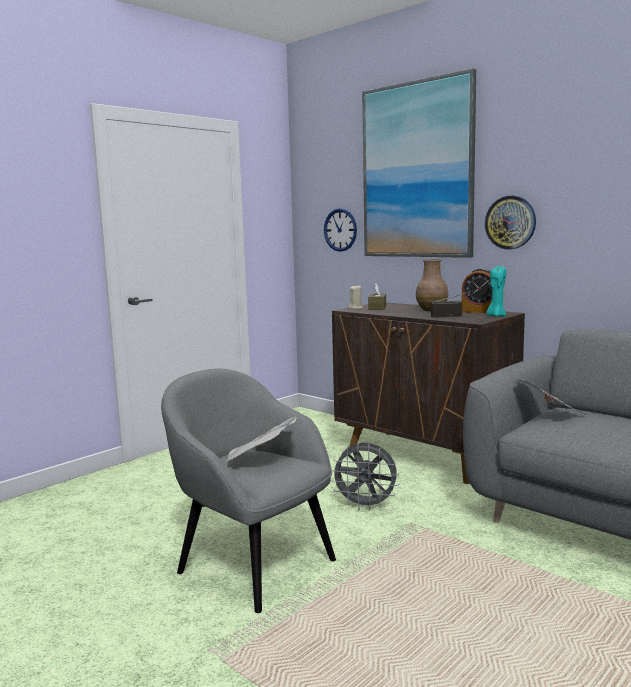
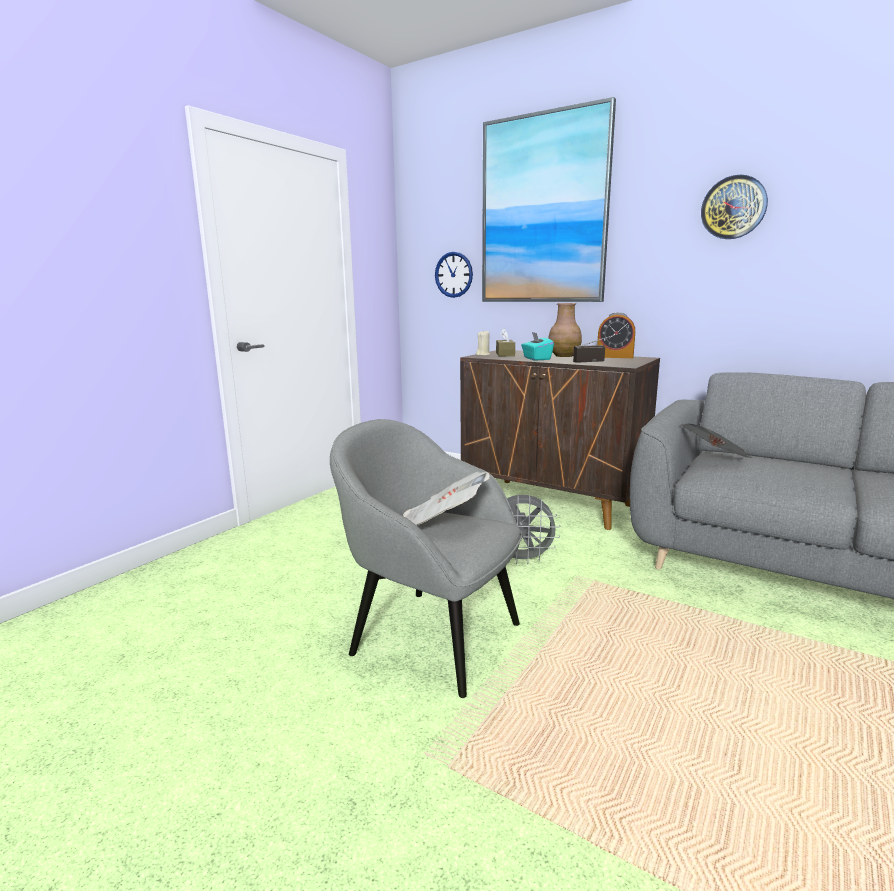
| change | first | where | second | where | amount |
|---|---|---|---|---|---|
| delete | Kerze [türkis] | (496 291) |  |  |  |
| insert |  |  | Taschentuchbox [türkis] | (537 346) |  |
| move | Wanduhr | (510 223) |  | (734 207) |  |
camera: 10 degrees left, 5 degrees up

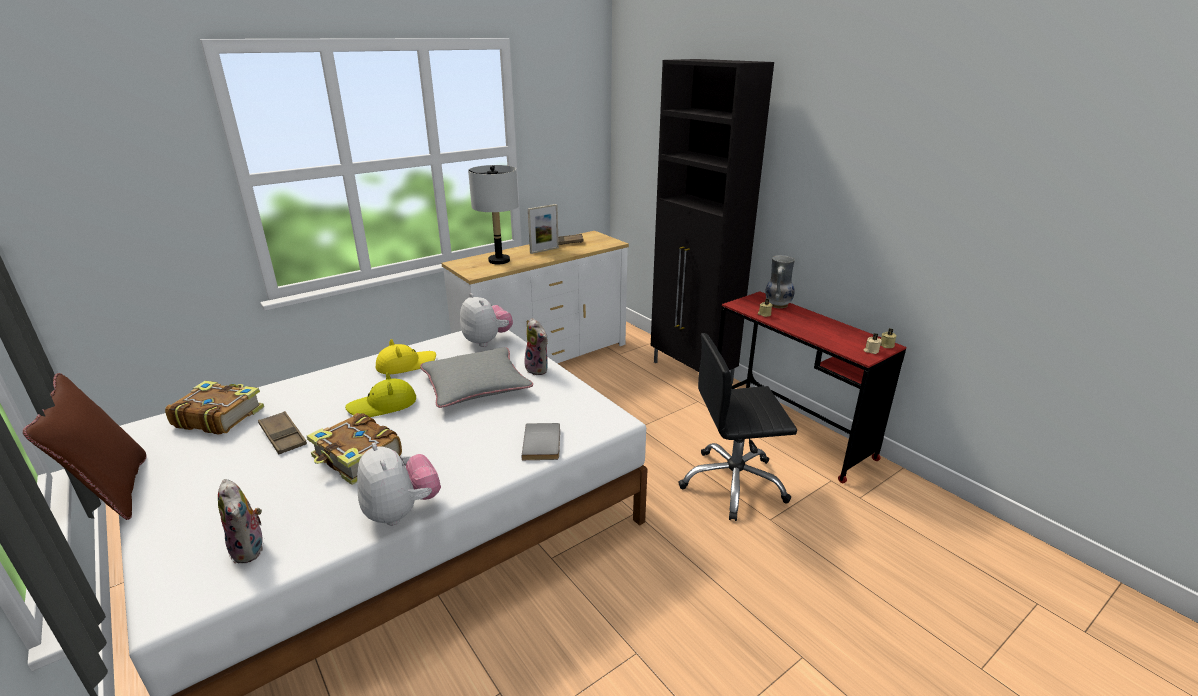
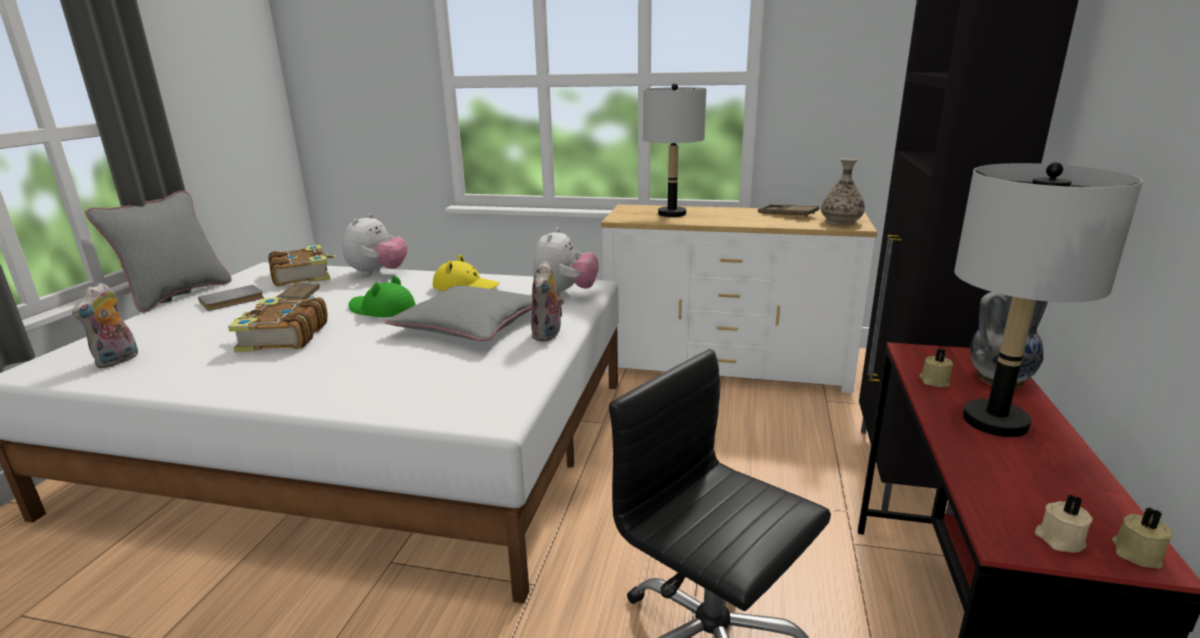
| change | first | where | second | where | amount |
|---|---|---|---|---|---|
| delete | Bilderrahmen | (543 229) |  |  |  |
| insert |  |  | Vase | (843 192) |  |
| insert |  |  | Tischlampe [grau] | (1048 299) |  |
| move | Plüschtier | (399 484) |  | (375 244) |  |
| move | Buch [grau] | (540 441) |  | (231 298) |  |
| recolor | Kissen [braun] | (85 446) | Kissen [grau] | (158 252) |  |
| recolor | Hut [gelb] | (380 395) | Hut [grün] | (382 296) |  |
camera: 50 degrees right, 5 degrees down

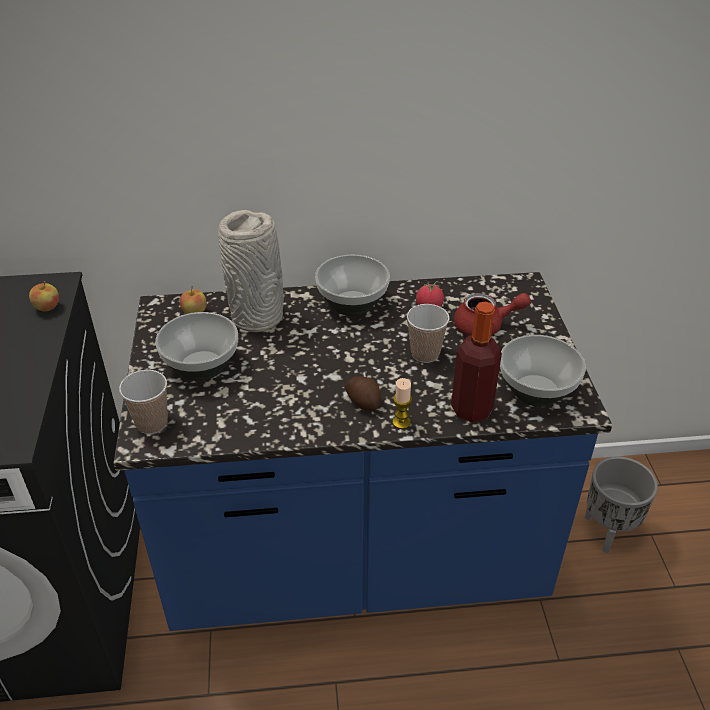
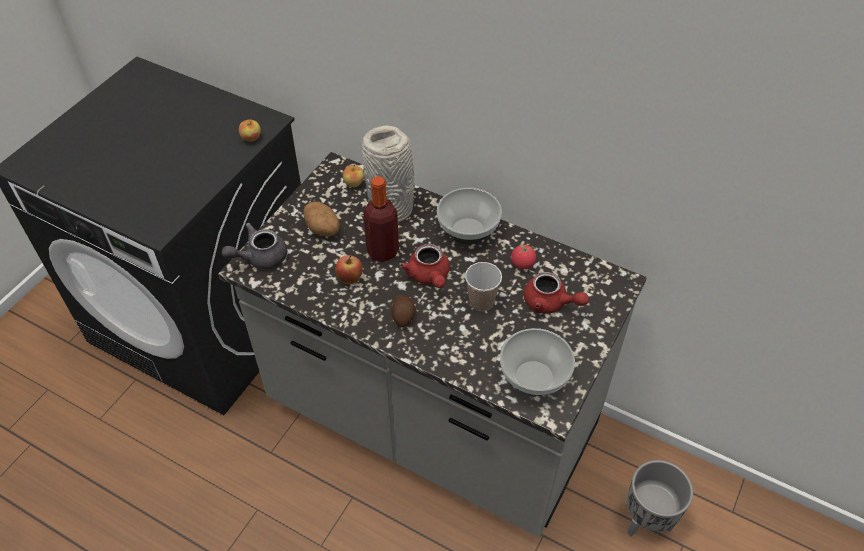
| change | first | where | second | where | amount |
|---|---|---|---|---|---|
| delete | Kerze | (402 403) |  |  |  |
| insert |  |  | Apfel | (349 269) |  |
| insert |  |  | Teekanne [rot] | (425 266) |  |
| move | Flasche | (476 361) |  | (381 219) |  |
| replace | Tasse | (143 402) | Teekanne [grau] | (254 246) |  |
| replace | Schüssel | (196 346) | Kartoffel | (321 219) |  |
| recolor | Küchenzeile [blau] | (362 451) | Küchenzeile [grau] | (432 344) |  |
camera: 35 degrees right, 10 degrees up

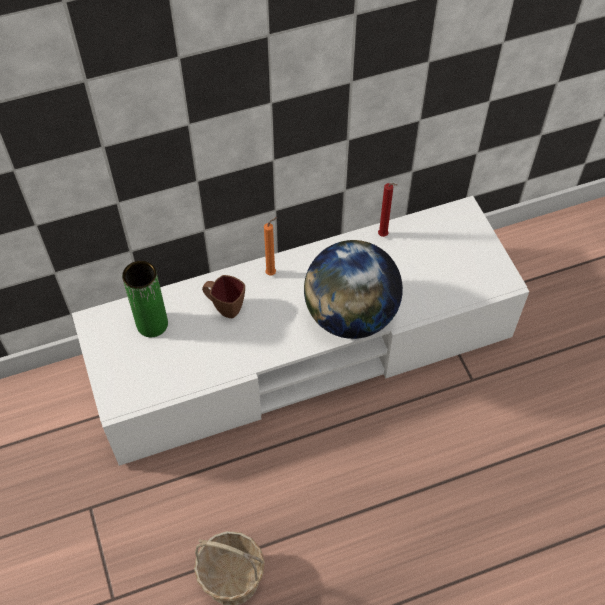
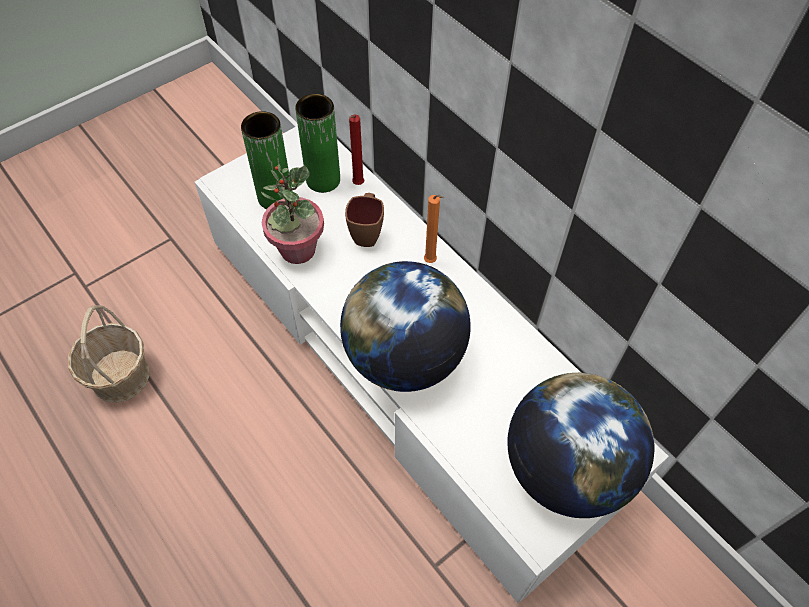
| change | first | where | second | where | amount |
|---|---|---|---|---|---|
| insert |  |  | Vase [grün] | (266 160) |  |
| insert |  |  | Topfpflanze | (292 214) |  |
| insert |  |  | Globus | (581 445) |  |
| move | Kerze [rot] | (387 210) |  | (356 150) |  |
camera: 70 degrees right, 0 degrees up

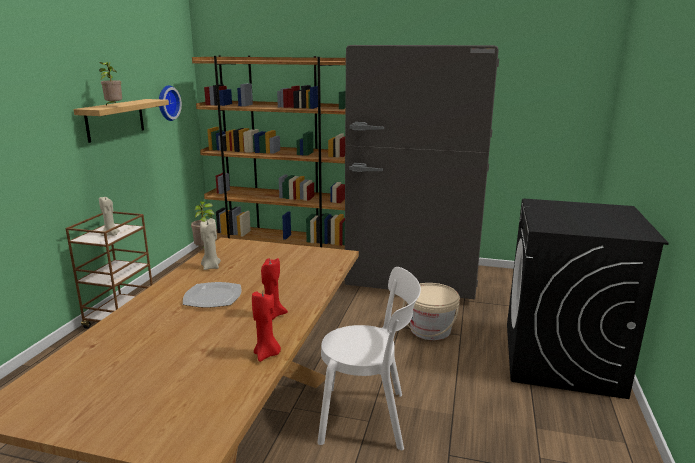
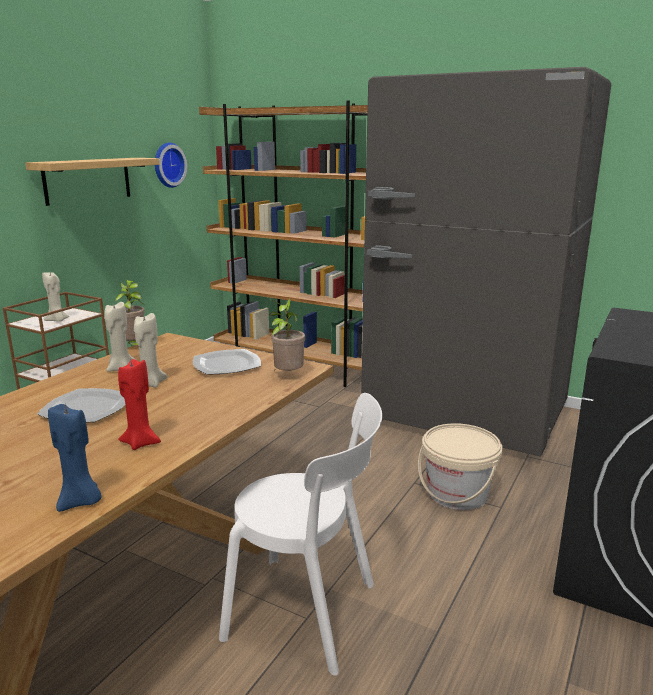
| change | first | where | second | where | amount |
|---|---|---|---|---|---|
| insert |  |  | Kerze [beige] | (151 350) |  |
| insert |  |  | Teller | (227 362) |  |
| move | Topfpflanze | (110 84) |  | (287 334) |  |
| recolor | Kerze [rot] | (266 326) | Kerze [blau] | (75 458) |  |
camera: 15 degrees right, 0 degrees up

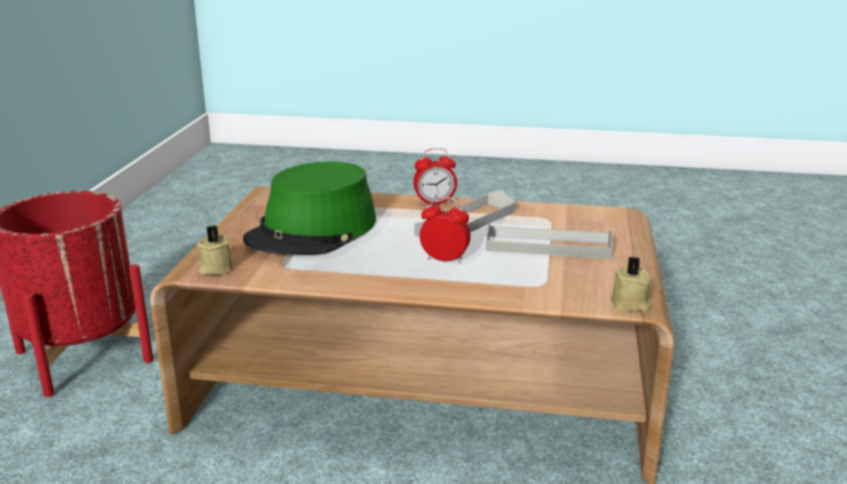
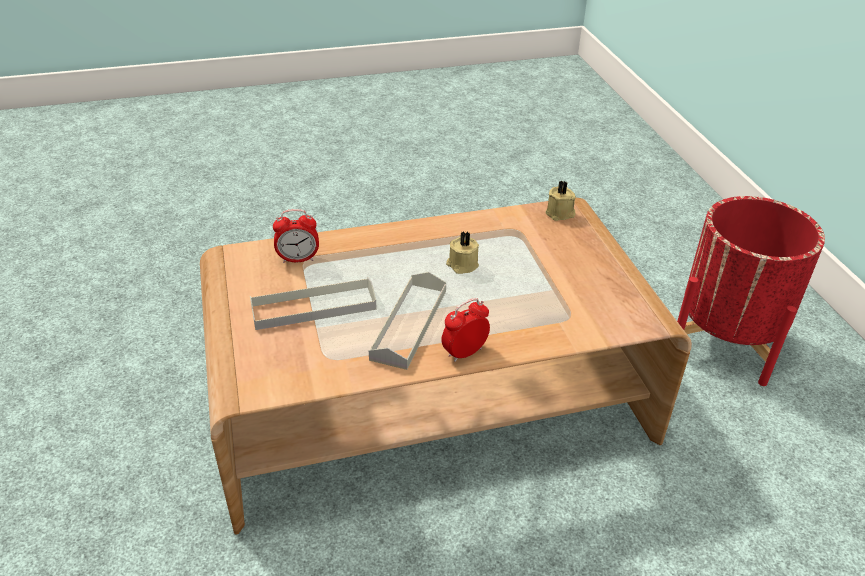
| change | first | where | second | where | amount |
|---|---|---|---|---|---|
| delete | Hut [grün] | (309 208) |  |  |  |
| move | Wecker | (445 229) |  | (296 236) |  |
| move | Kerze [beige] | (631 283) |  | (462 252) |  |
camera: 155 degrees right, 15 degrees up

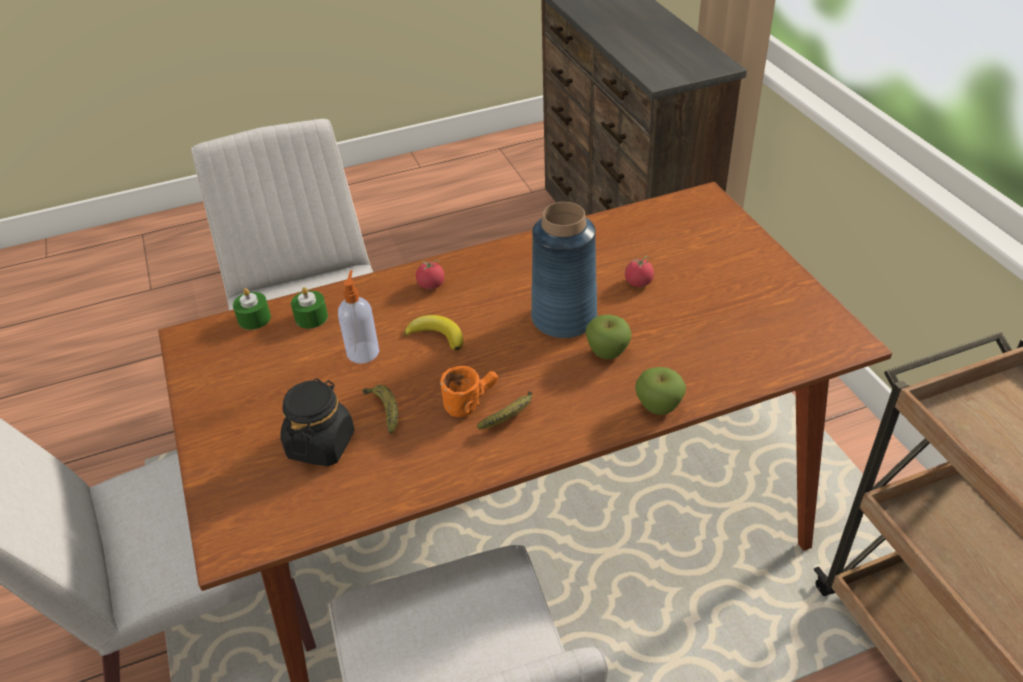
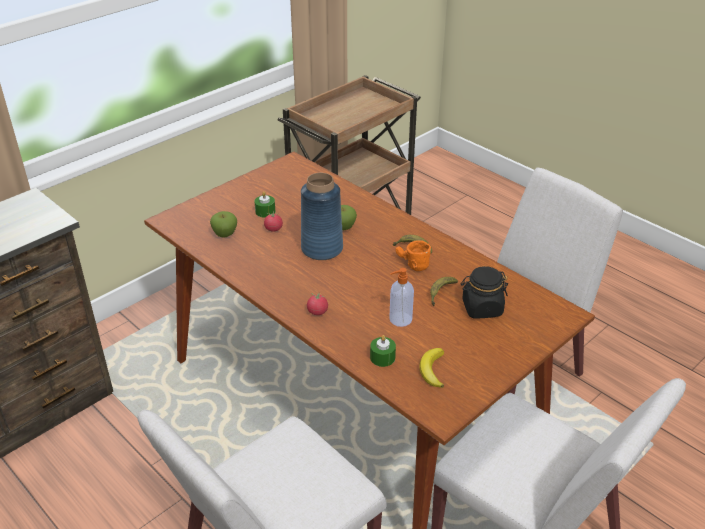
| change | first | where | second | where | amount |
|---|---|---|---|---|---|
| move | Kerze [grün] | (252 309) |  | (264 204) |  |
| move | Banane | (434 333) |  | (432 368) |  |
| move | Apfel | (660 391) |  | (223 224) |  |
camera: 115 degrees left, 5 degrees down

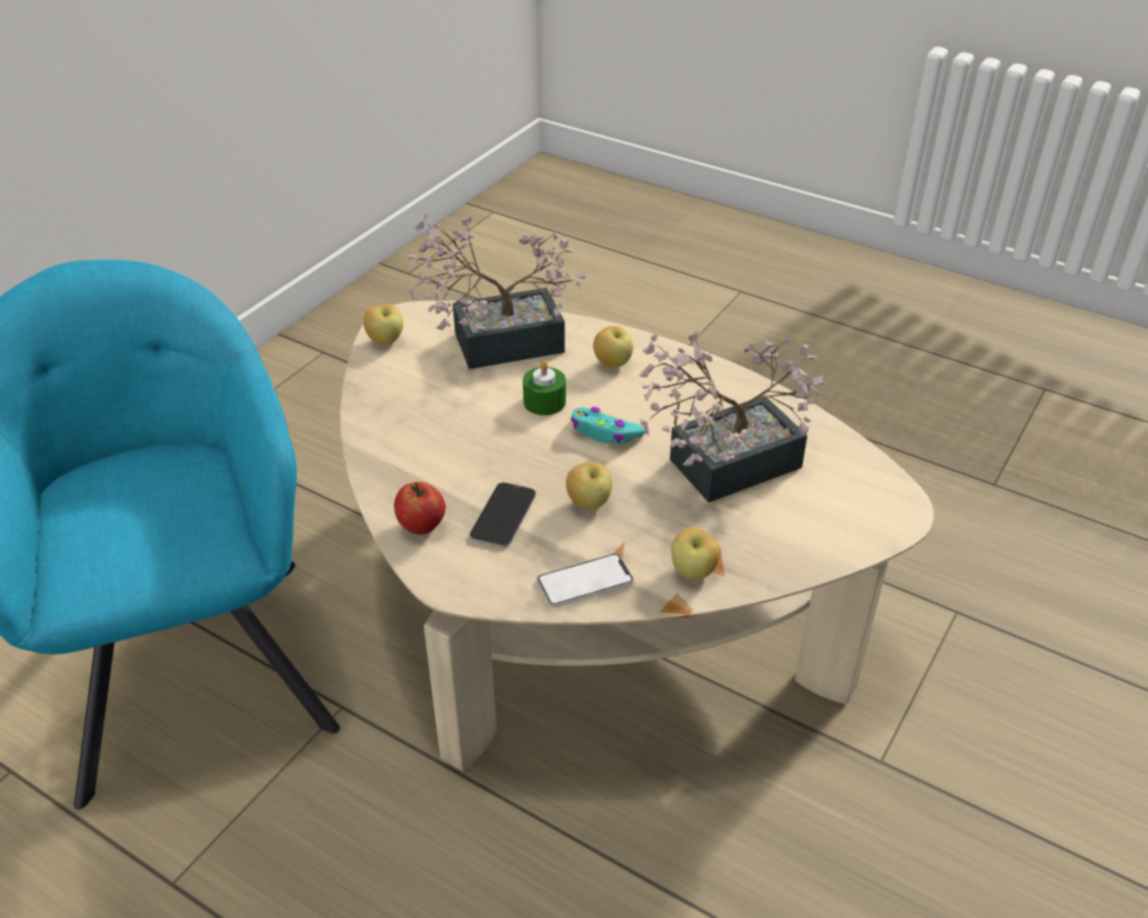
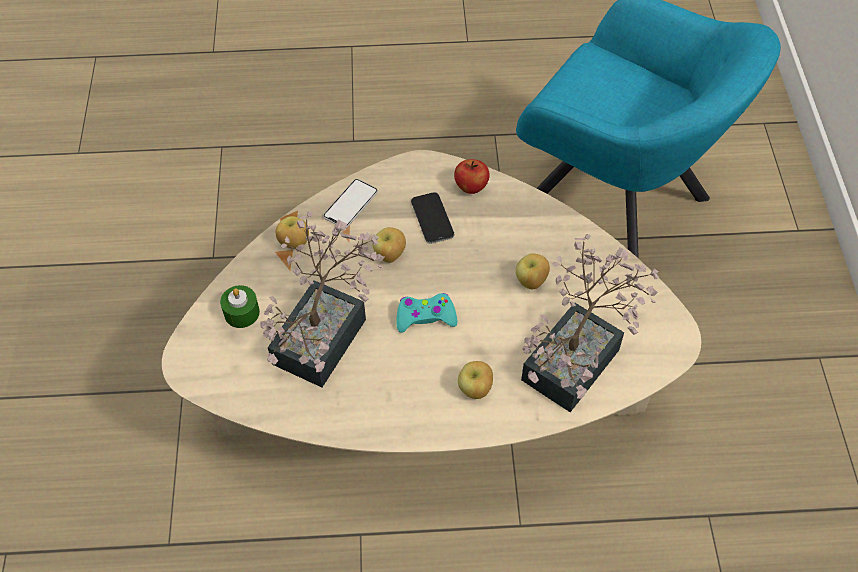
| change | first | where | second | where | amount |
|---|---|---|---|---|---|
| move | Apfel | (383 324) |  | (533 271) |  |
| move | Kerze [grün] | (544 387) |  | (240 306) |  |
camera: 145 degrees right, 15 degrees up

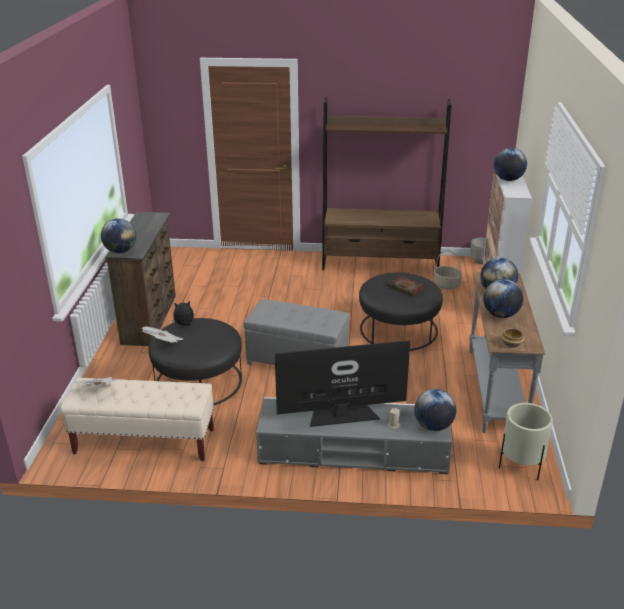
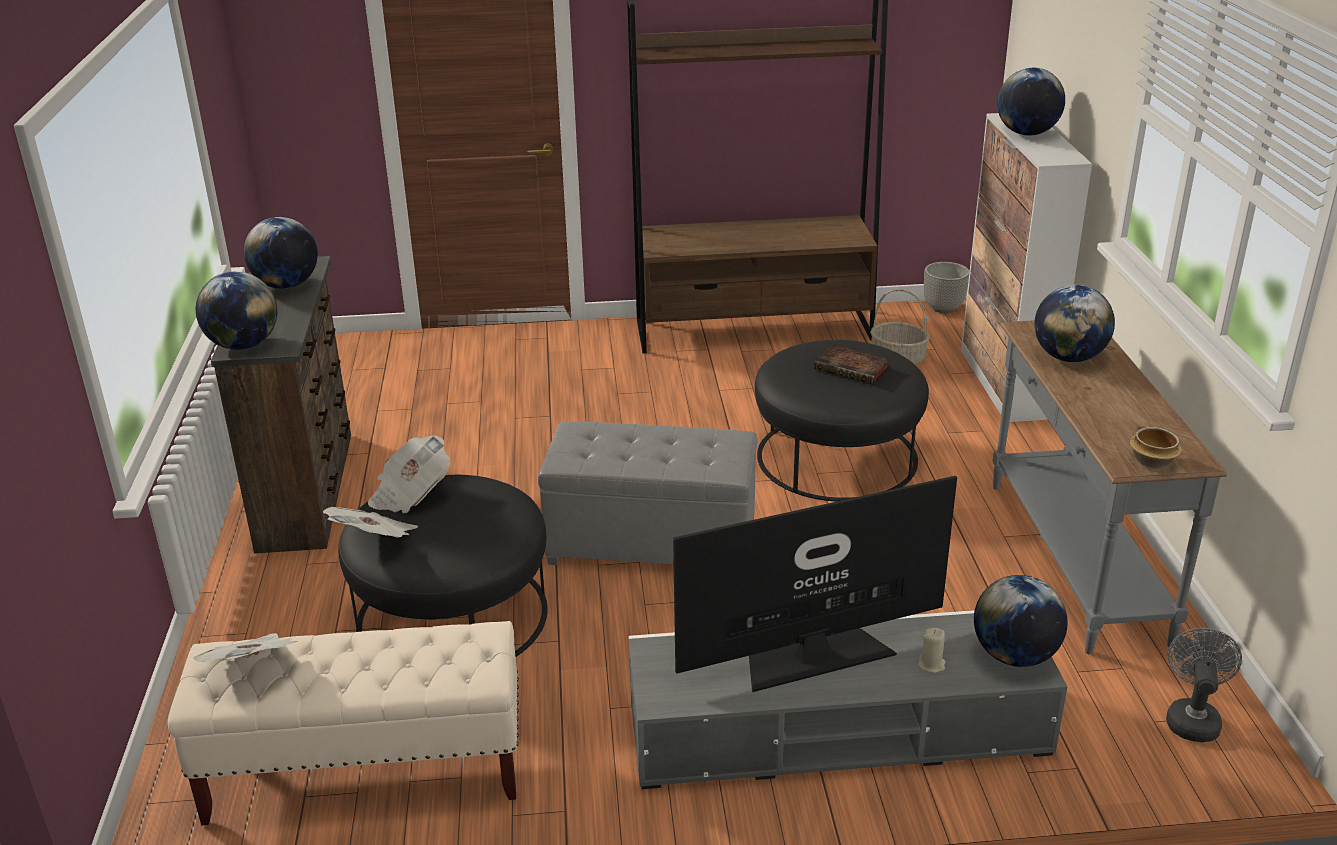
| change | first | where | second | where | amount |
|---|---|---|---|---|---|
| move | Globus | (503 298) |  | (281 253) |  |
| replace | Plüschtier | (183 313) | Zeitung | (409 475) |  |
| replace | Pflanzkübel [beige] | (526 441) | Ventilator [grau] | (1204 685) |  |
camera: 10 degrees left, 0 degrees up

